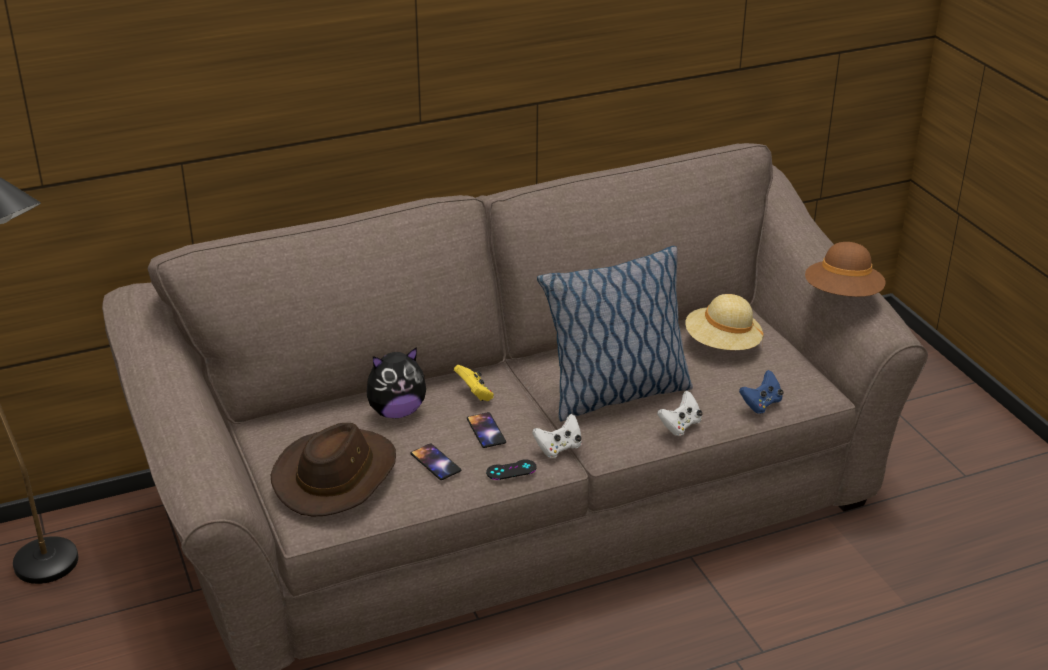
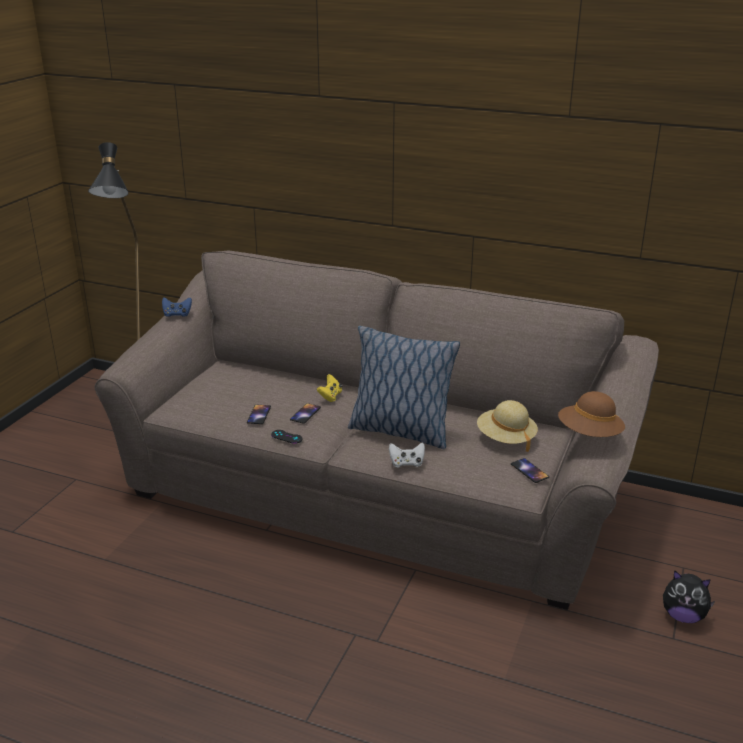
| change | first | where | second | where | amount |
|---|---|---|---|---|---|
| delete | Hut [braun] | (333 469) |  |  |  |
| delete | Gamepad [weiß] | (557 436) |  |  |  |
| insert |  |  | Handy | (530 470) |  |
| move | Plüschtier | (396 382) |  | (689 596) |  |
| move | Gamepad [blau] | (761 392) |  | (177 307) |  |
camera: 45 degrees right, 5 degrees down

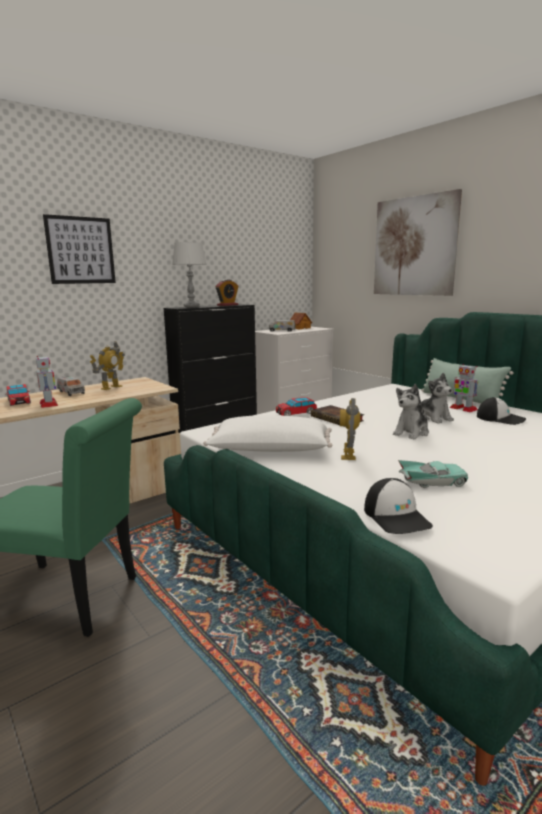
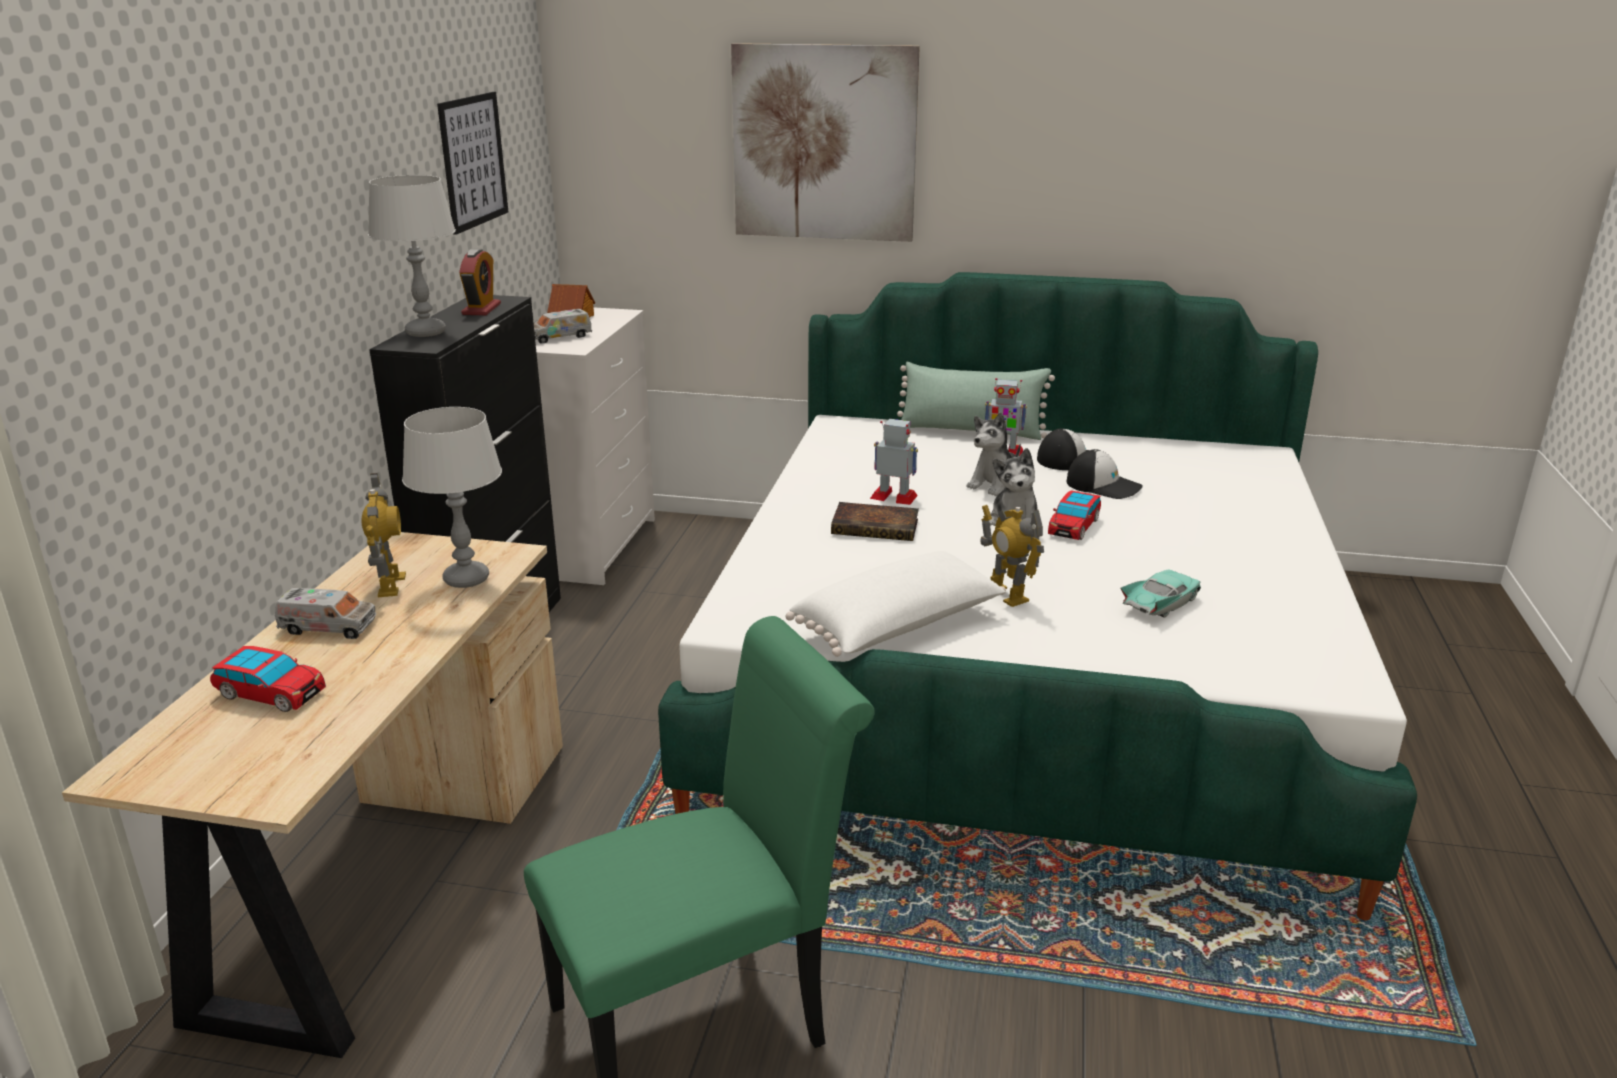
| change | first | where | second | where | amount |
|---|---|---|---|---|---|
| insert |  |  | Tischlampe [grau] | (452 497) |  |
| move | Spielzeugroboter | (47 382) |  | (894 462) |  |
| move | Bild | (79 249) |  | (472 163) |  |
| move | Spielzeugauto | (296 406) |  | (1074 515) |  |
| move | Kappe | (398 506) |  | (1105 474) |  |
| rotate | Plüschtier | (436 398) |  | (993 454) | 105 degrees clockwise |
camera: 40 degrees left, 10 degrees up

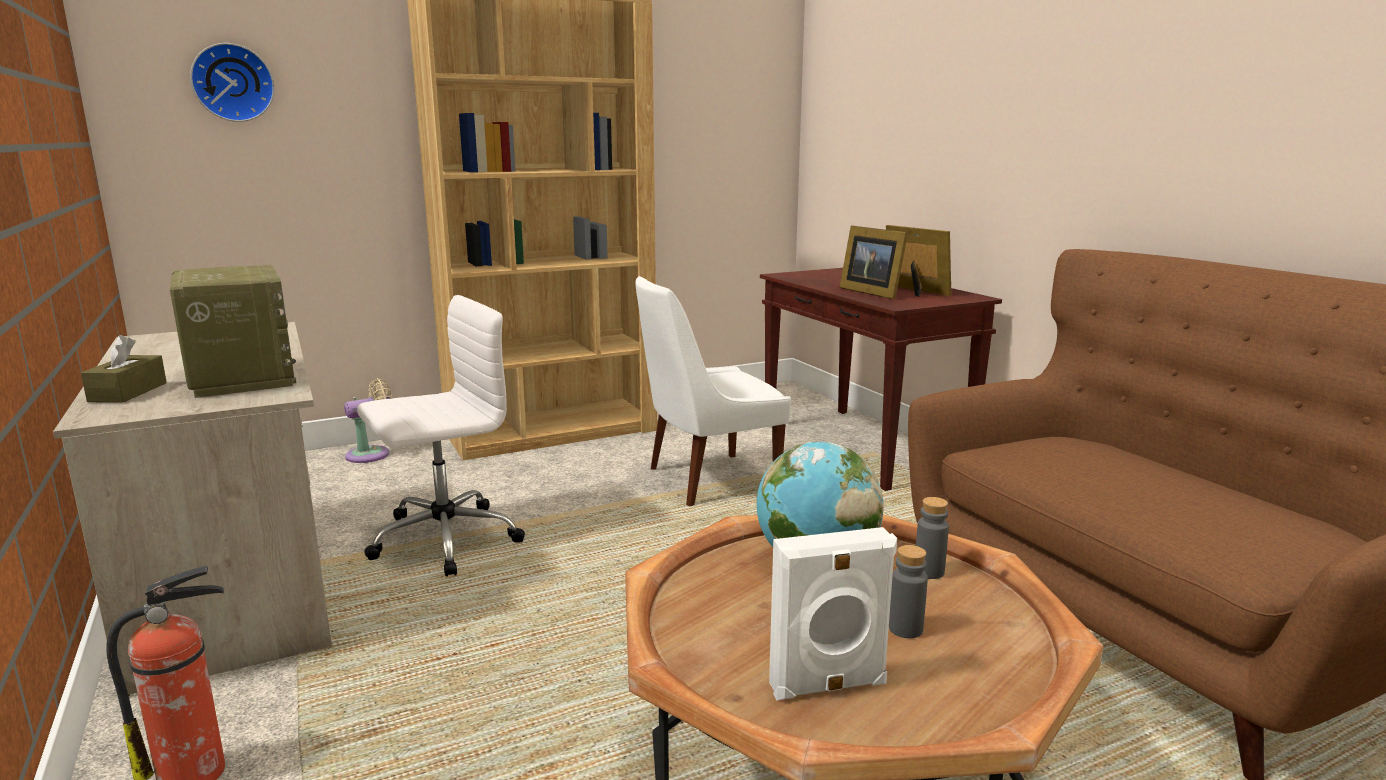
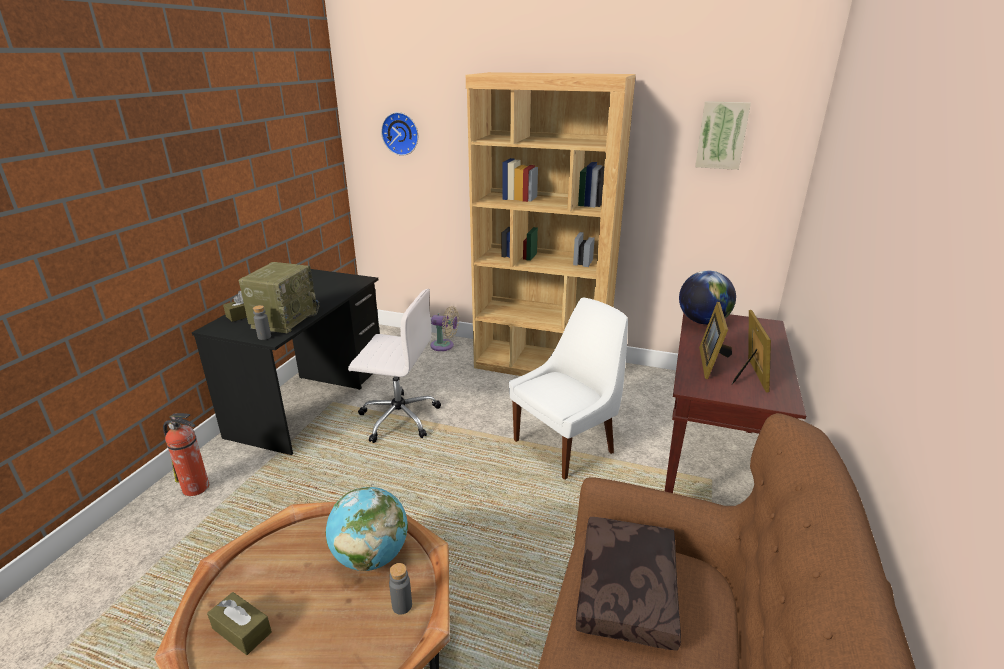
| change | first | where | second | where | amount |
|---|---|---|---|---|---|
| insert |  |  | Kissen [braun] | (628 584) |  |
| insert |  |  | Globus | (707 297) |  |
| insert |  |  | Bild | (723 135) |  |
| move | Flasche [grau] | (908 591) |  | (262 322) |  |
| replace | Lautsprecher [weiß] | (833 613) | Taschentuchbox [braun] | (239 623) |  |
| recolor | Schreibtisch [beige] | (192 508) | Schreibtisch [schwarz] | (286 362) |  |
| rotate | Stuhl [weiß] | (713 391) |  | (568 388) | 120 degrees clockwise |
camera: 45 degrees right, 10 degrees up

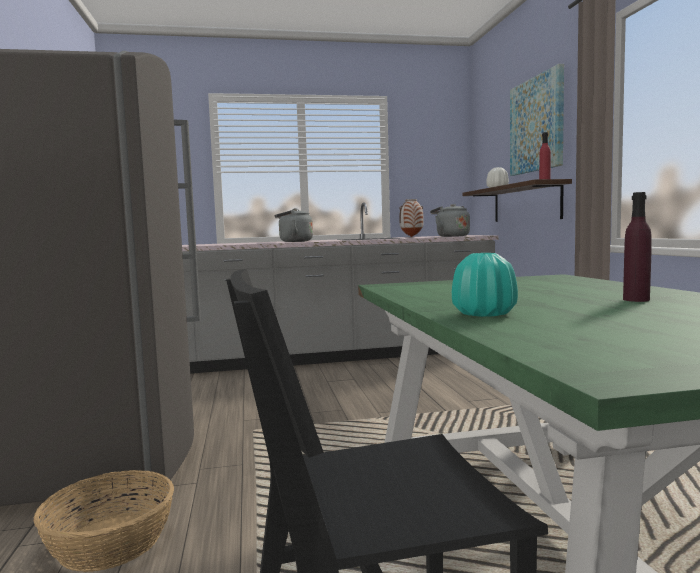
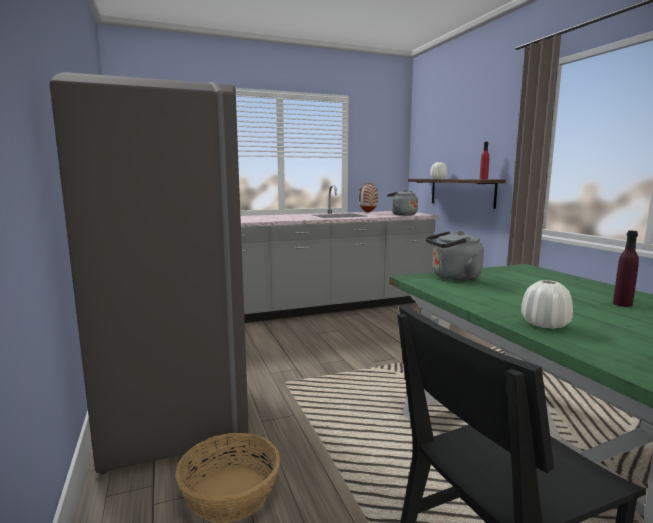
| change | first | where | second | where | amount |
|---|---|---|---|---|---|
| delete | Bild | (537 120) |  |  |  |
| move | Wasserkessel [grau] | (294 225) |  | (455 256) |  |
| recolor | Vase [türkis] | (485 285) | Vase [weiß] | (547 304) |  |
camera: 10 degrees left, 5 degrees up

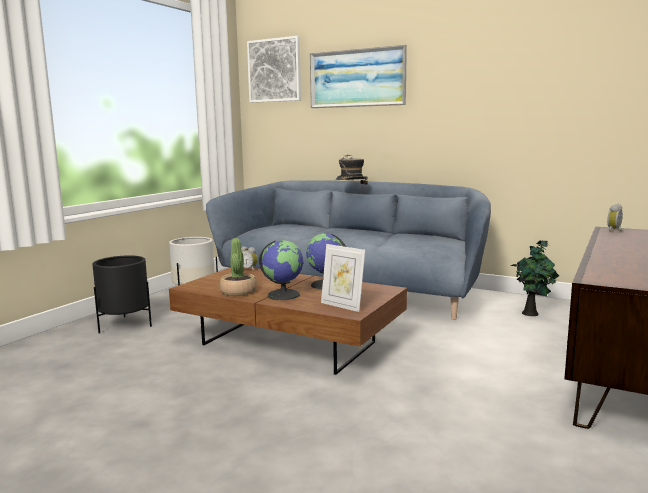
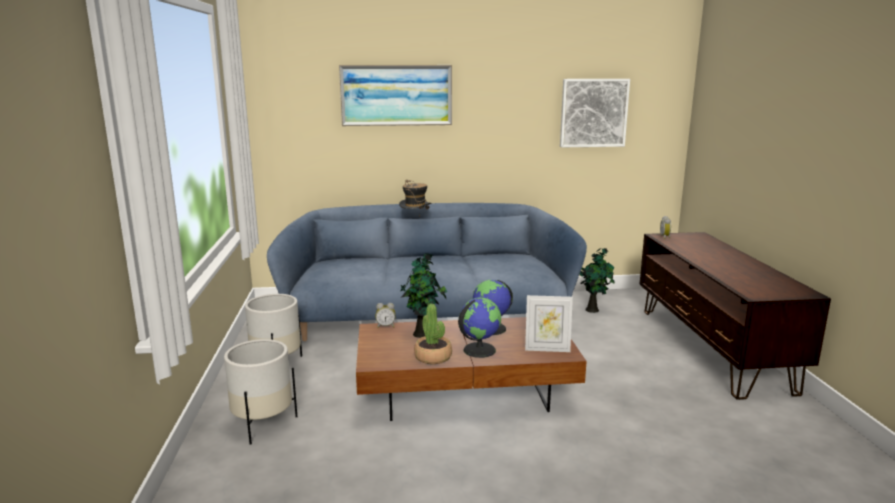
| change | first | where | second | where | amount |
|---|---|---|---|---|---|
| insert |  |  | Topfpflanze | (424 295) |  |
| move | Bild | (274 69) |  | (595 113) |  |
| recolor | Pflanzkübel [schwarz] | (122 294) | Pflanzkübel [weiß] | (260 392) |  |
camera: 35 degrees left, 5 degrees up

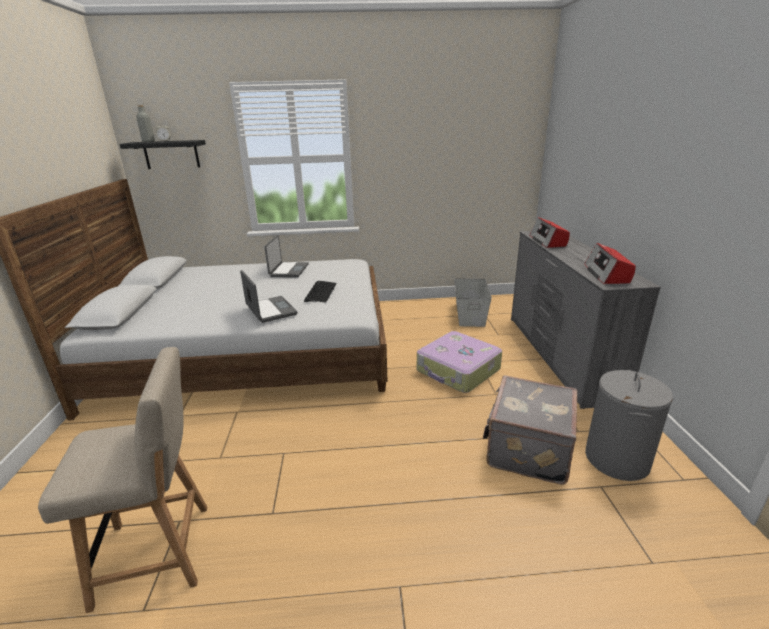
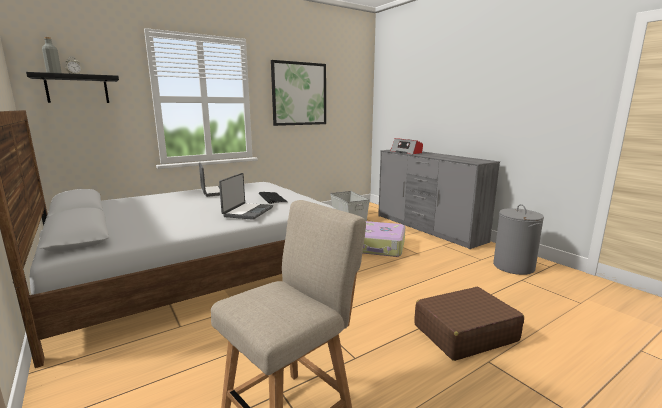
| change | first | where | second | where | amount |
|---|---|---|---|---|---|
| delete | Koffer [grau] | (530 430) |  |  |  |
| delete | Radio | (610 263) |  |  |  |
| insert |  |  | Bild | (298 93) |  |
| insert |  |  | Koffer [braun] | (469 324) |  |
| rotate | Laptop | (268 296) |  | (246 196) | 75 degrees clockwise |
camera: 30 degrees left, 10 degrees down

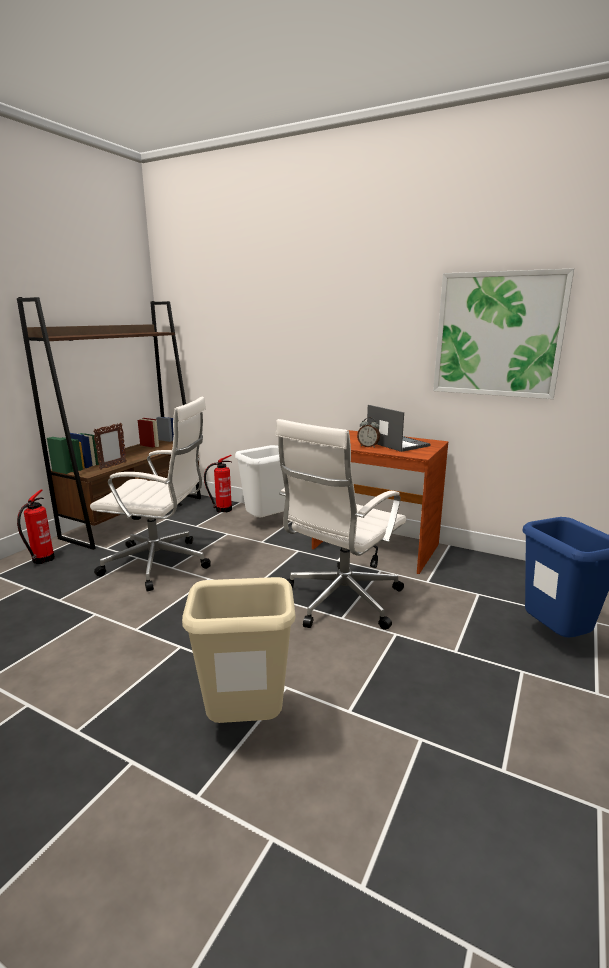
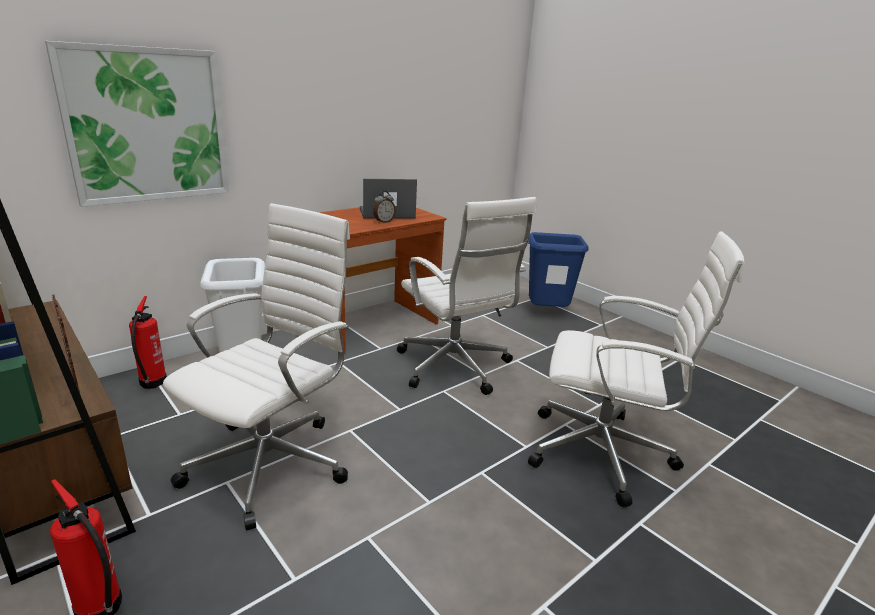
| change | first | where | second | where | amount |
|---|---|---|---|---|---|
| move | Bild | (503 333) |  | (137 124) |  |
| replace | Mülleimer [beige] | (239 650) | Bürostuhl [weiß] | (636 369) |  |
camera: 70 degrees left, 5 degrees up

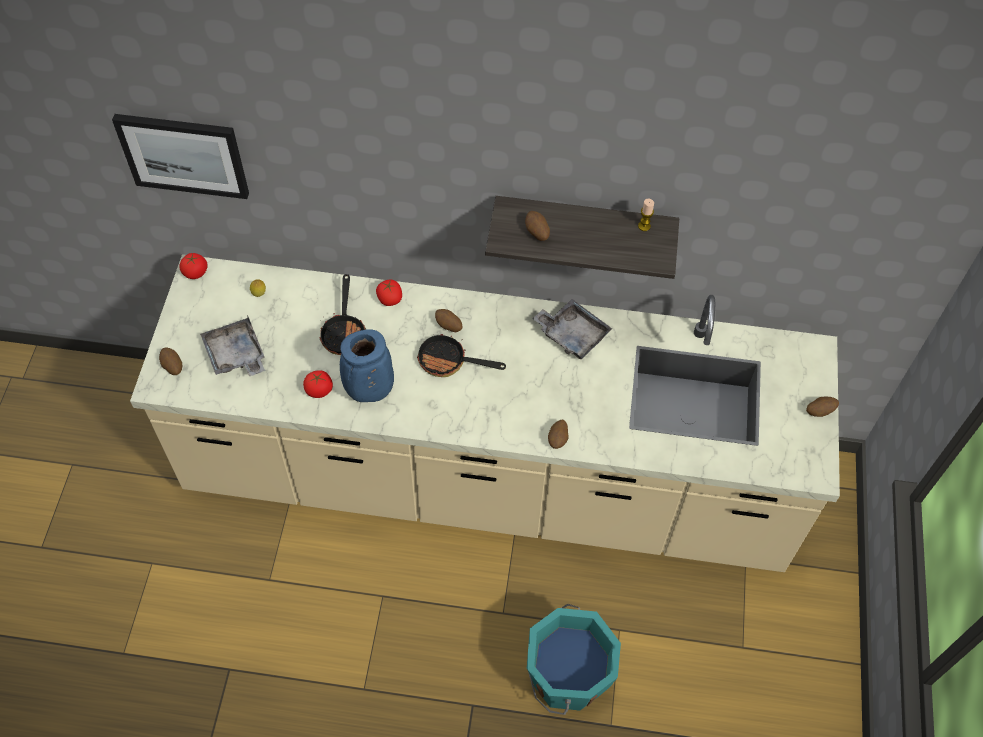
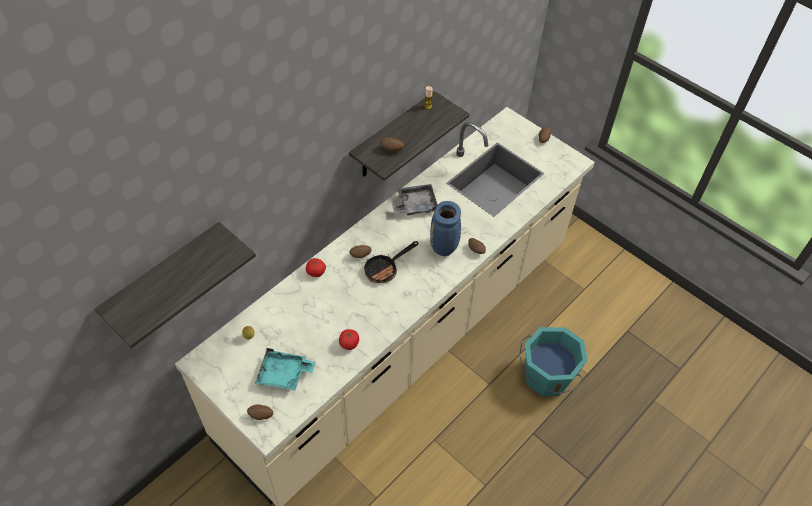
| change | first | where | second | where | amount |
|---|---|---|---|---|---|
| delete | Tomate | (193 266) |  |  |  |
| delete | Pfanne | (343 314) |  |  |  |
| move | Vase [blau] | (367 365) |  | (445 228) |  |
| replace | Bild | (180 156) | Wandregal | (175 285) |  |
| recolor | Tablett [grau] | (232 346) | Tablett [türkis] | (285 369) |  |
camera: 55 degrees left, 5 degrees down

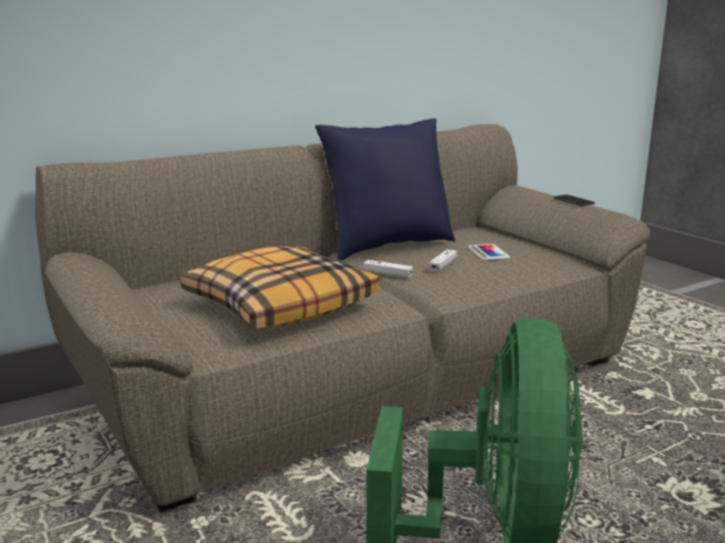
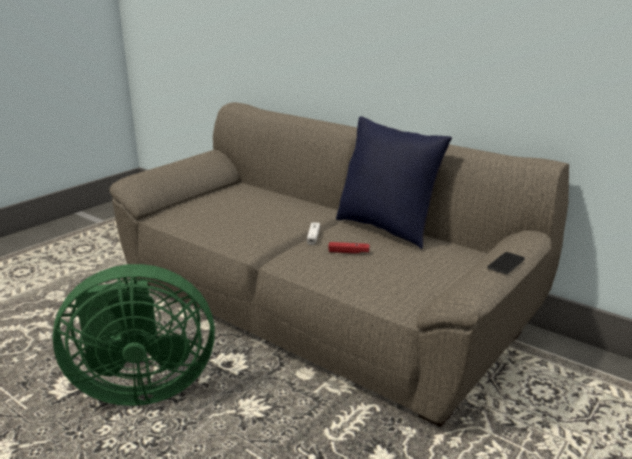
| change | first | where | second | where | amount |
|---|---|---|---|---|---|
| delete | Kissen | (279 287) |  |  |  |
| delete | Handy | (489 252) |  |  |  |
| recolor | Gamepad [weiß] | (443 261) | Gamepad [rot] | (349 248) |  |
camera: 70 degrees right, 5 degrees up

